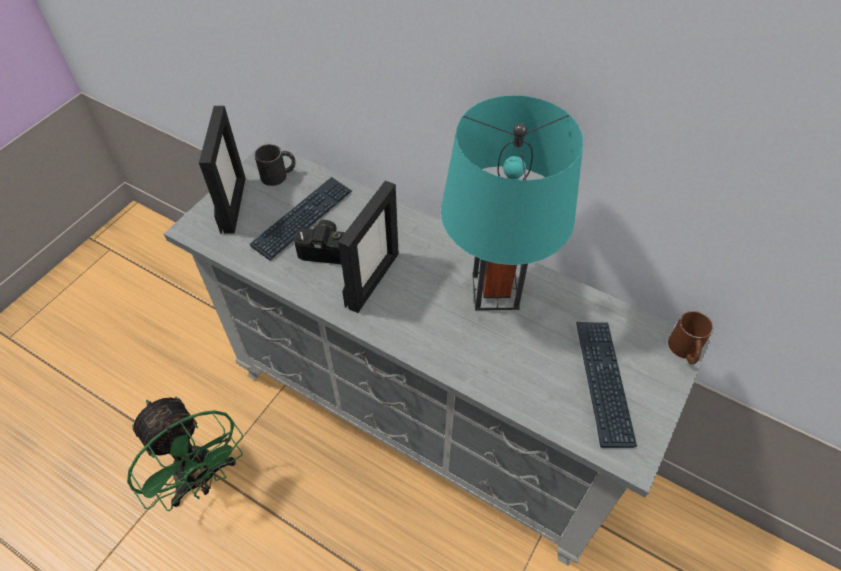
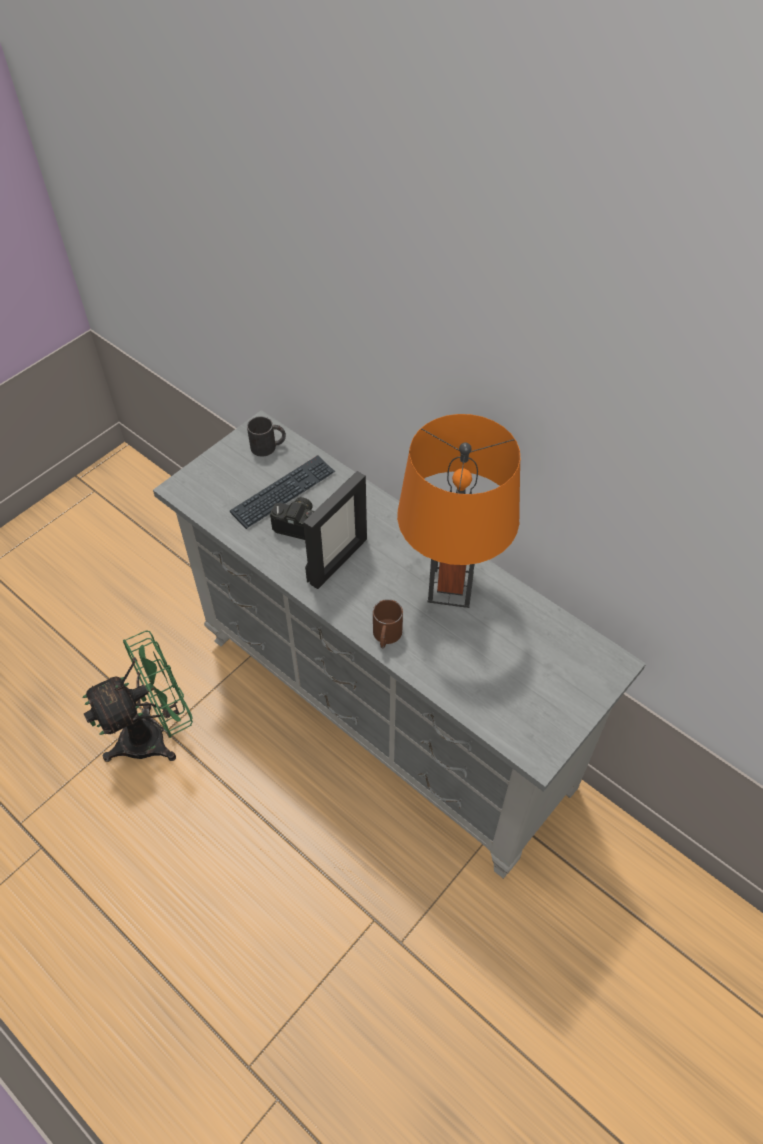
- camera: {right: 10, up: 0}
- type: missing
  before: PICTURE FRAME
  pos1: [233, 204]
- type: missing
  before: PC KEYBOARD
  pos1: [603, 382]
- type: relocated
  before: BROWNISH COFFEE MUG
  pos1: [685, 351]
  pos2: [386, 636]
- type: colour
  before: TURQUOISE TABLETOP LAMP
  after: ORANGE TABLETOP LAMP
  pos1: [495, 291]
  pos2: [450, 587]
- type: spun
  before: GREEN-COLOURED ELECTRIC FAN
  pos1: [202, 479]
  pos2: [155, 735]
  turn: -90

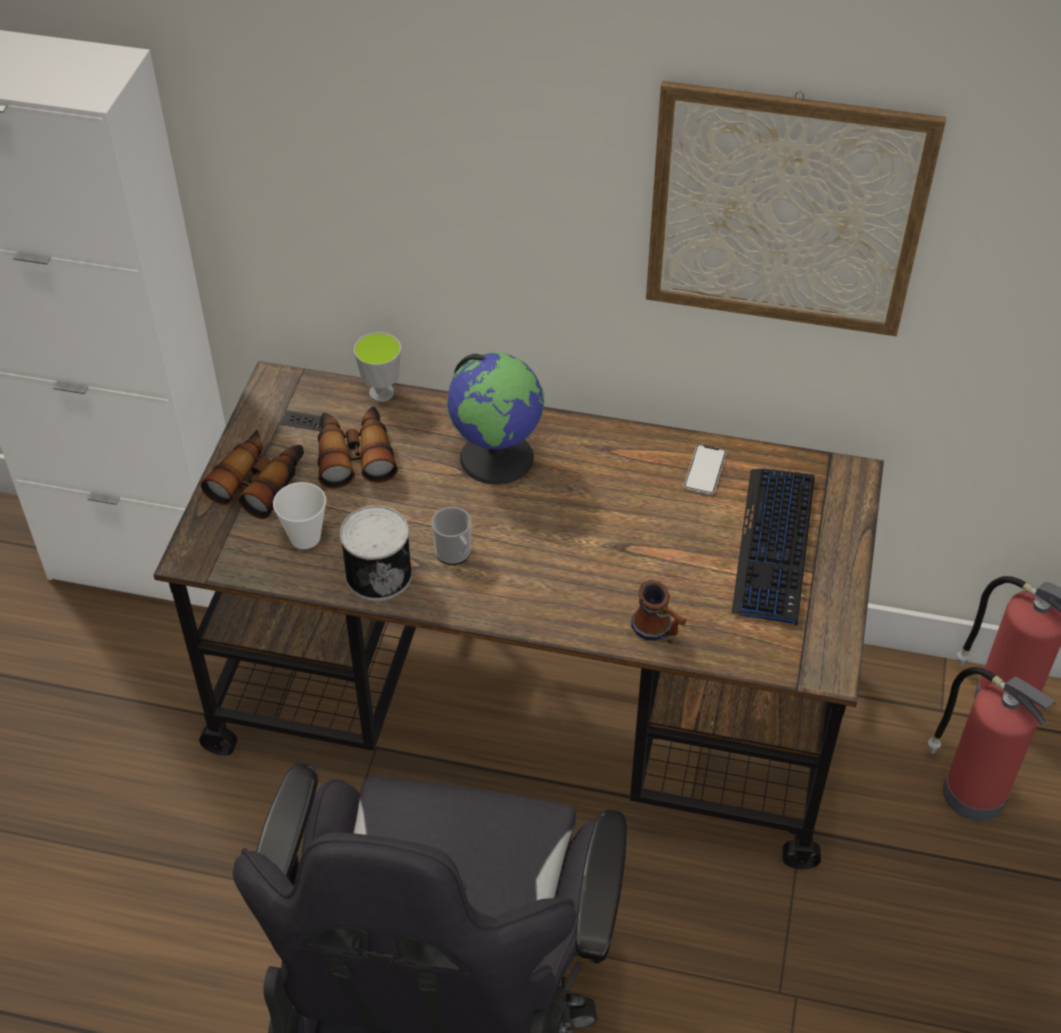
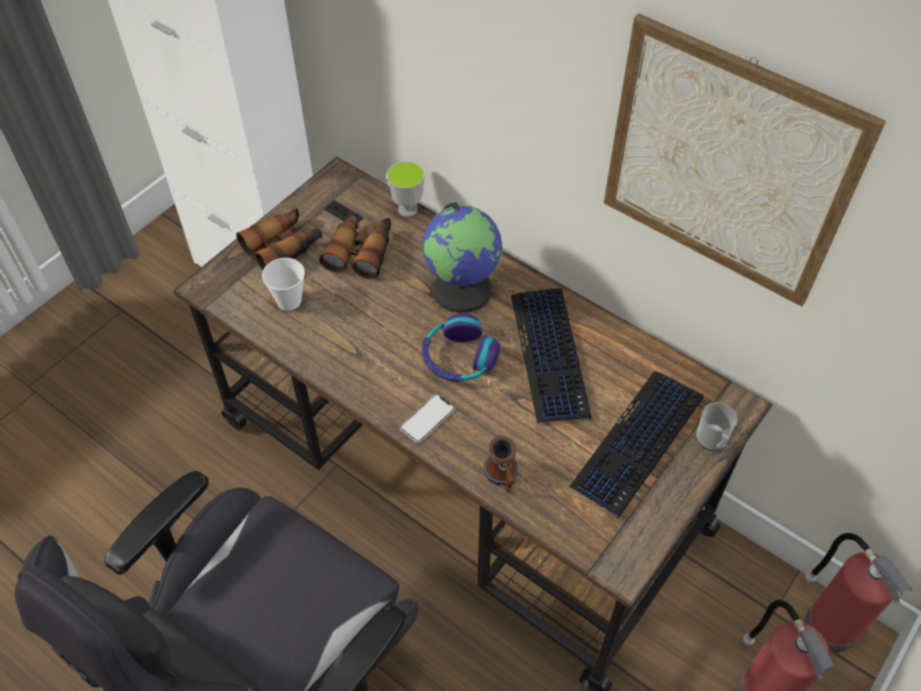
- camera: {right: 25, up: 5}
- type: missing
  before: SEALED CAN
  pos1: [378, 573]
- type: appeared
  after: HEADPHONES
  pos2: [458, 358]
- type: appeared
  after: PC KEYBOARD
  pos2: [550, 355]
- type: relocated
  before: COFFEE MUG
  pos1: [455, 554]
  pos2: [712, 441]
- type: relocated
  before: PHONE
  pos1: [705, 470]
  pos2: [427, 419]

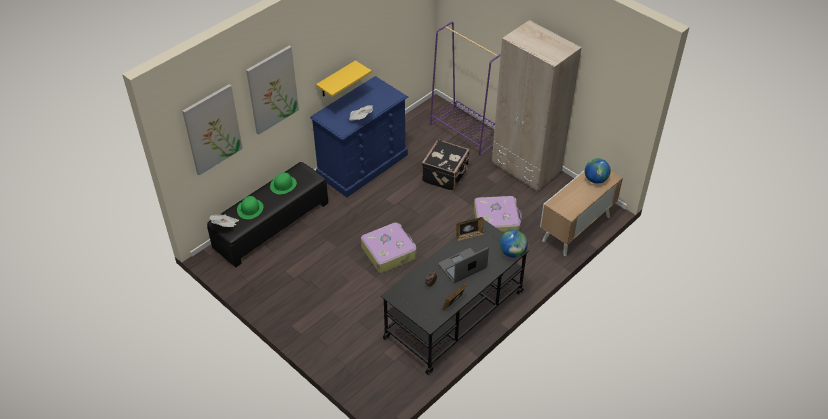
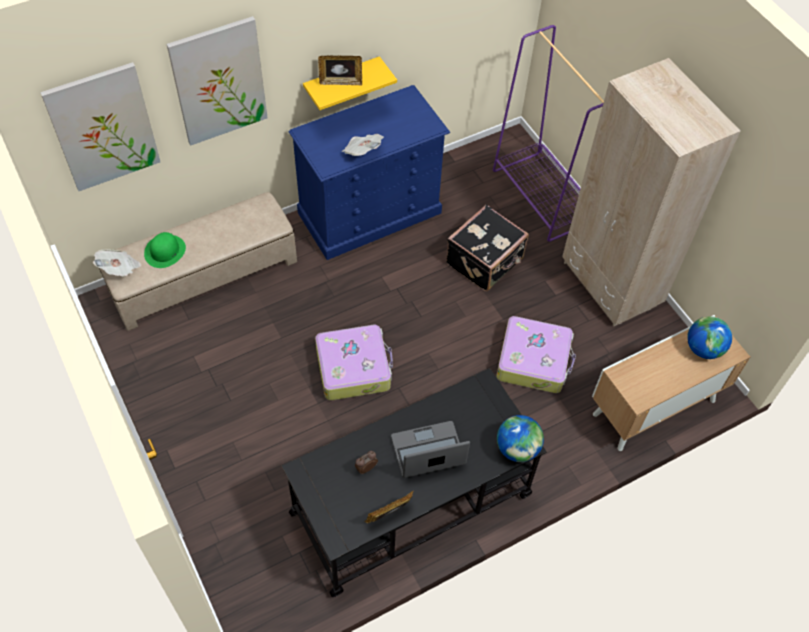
- camera: {right: 15, up: 10}
- type: missing
  before: GREEN-COLOURED HAT
  pos1: [283, 185]
- type: relocated
  before: PICTURE FRAME
  pos1: [469, 236]
  pos2: [340, 82]
- type: colour
  before: BLACK-COLOURED LONG SEAT
  after: SAND-COLOURED LONG SEAT
  pos1: [271, 224]
  pos2: [204, 274]

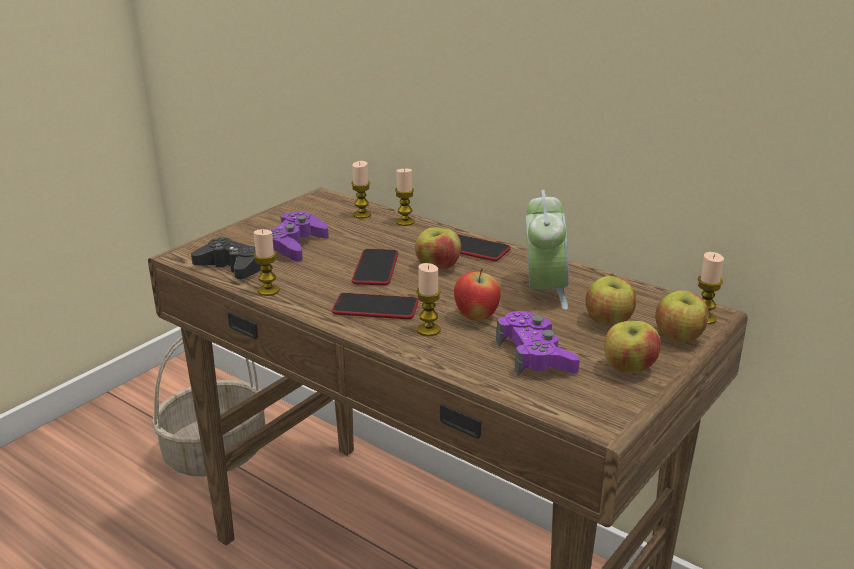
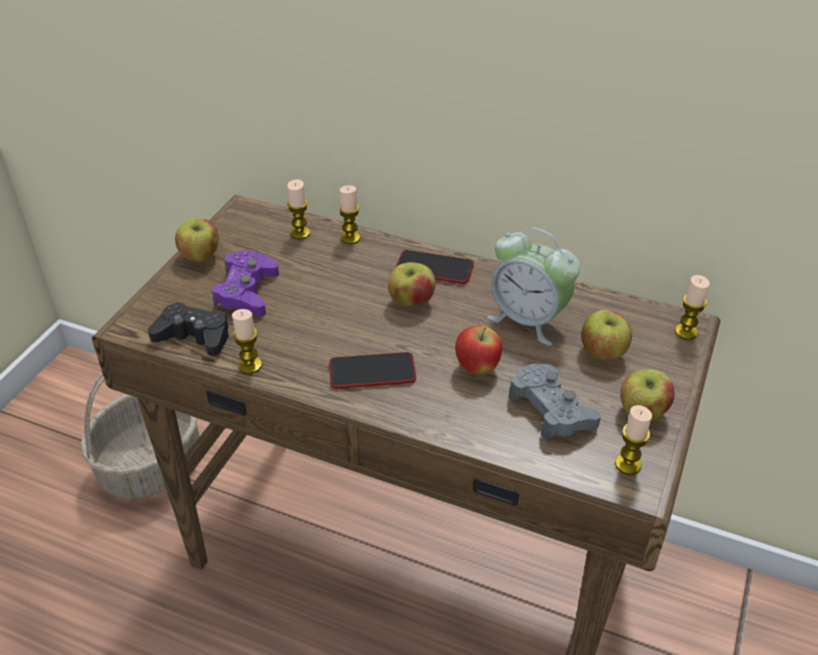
- camera: {right: -15, up: 15}
- type: missing
  before: PHONE
  pos1: [375, 268]
- type: relocated
  before: CANDLE
  pos1: [428, 330]
  pos2: [628, 464]
- type: relocated
  before: APPLE
  pos1: [679, 338]
  pos2: [200, 256]
- type: colour
  before: PURPLE-COLOURED GAME CONTROLLER
  after: GREY GAME CONTROLLER
  pos1: [535, 355]
  pos2: [551, 410]
- type: spun
  before: BEDSIDE CLOCK
  pos1: [544, 292]
  pos2: [528, 320]
  turn: 135

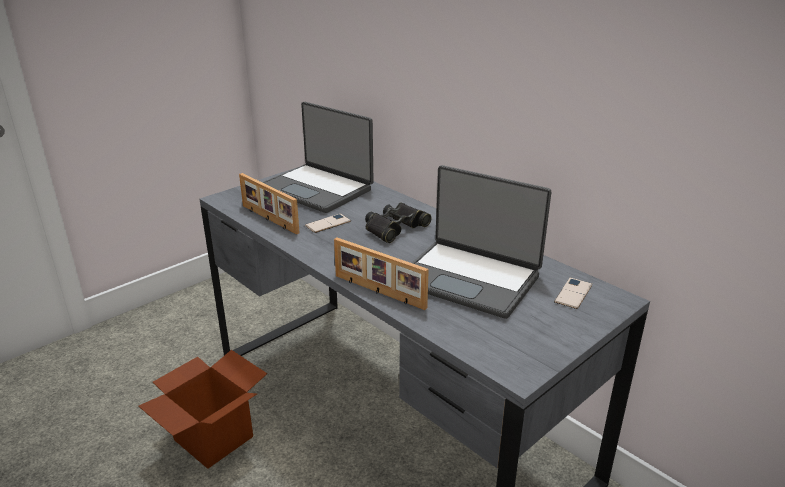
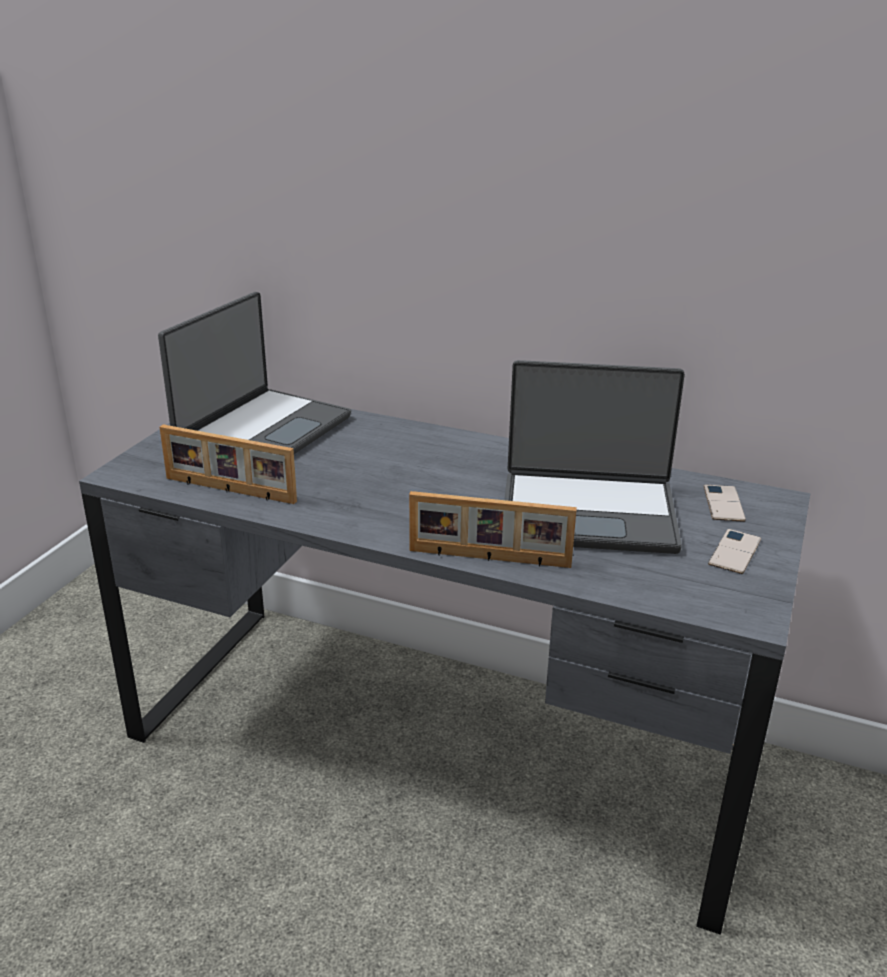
- camera: {right: -25, up: 0}
- type: missing
  before: PACKING BOX
  pos1: [214, 438]
- type: missing
  before: BLACK-COLOURED PAIR OF BINOCULARS
  pos1: [395, 228]
- type: relocated
  before: PHONE
  pos1: [328, 223]
  pos2: [734, 552]
- type: spun
  before: PORTABLE COMPUTER
  pos1: [318, 189]
  pos2: [262, 431]
  turn: -75

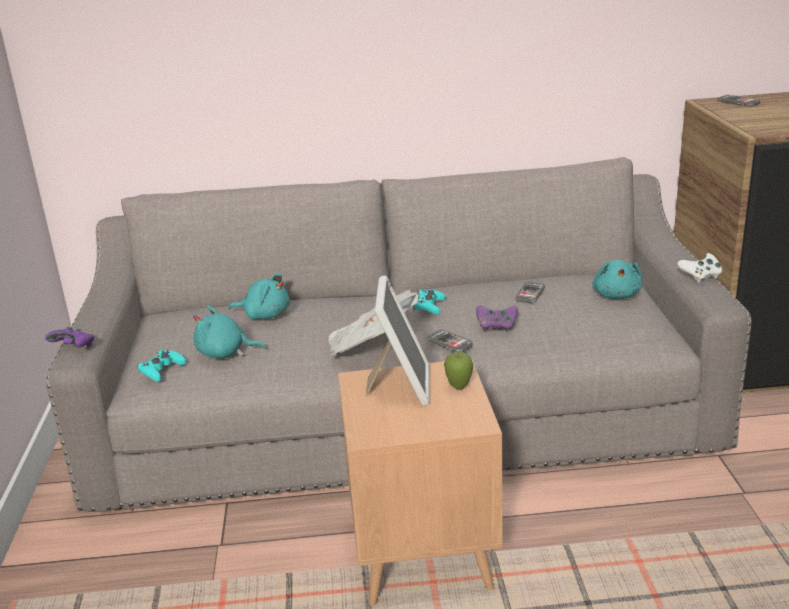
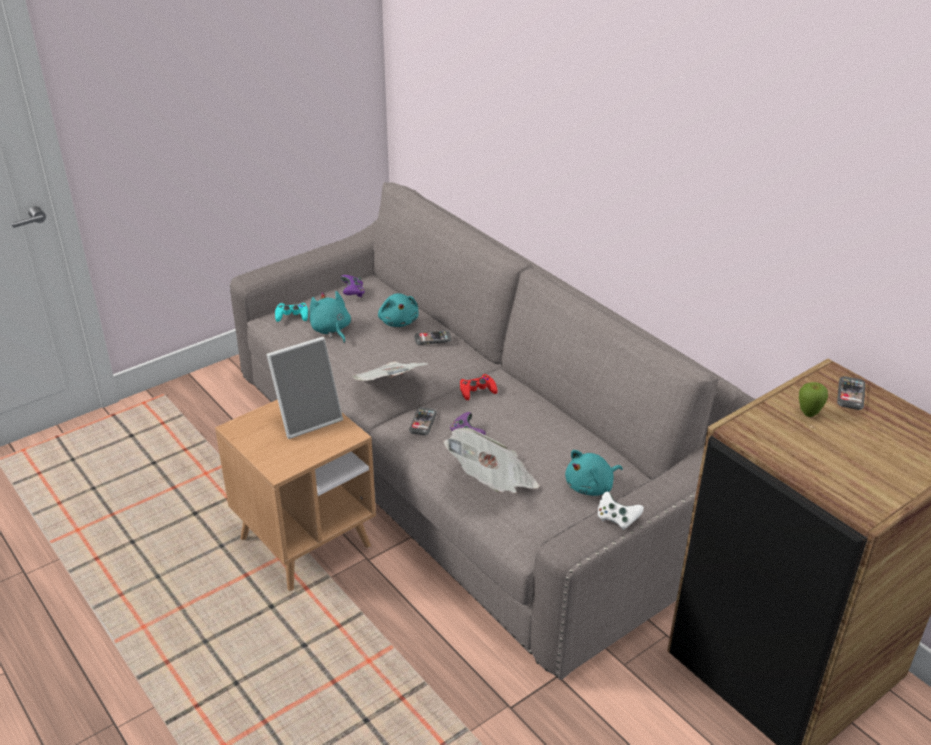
- camera: {right: 55, up: 10}
- type: appeared
  after: NEWSPAPER
  pos2: [492, 481]
- type: relocated
  before: PURPLE-COLOURED GAME CONTROLLER
  pos1: [74, 348]
  pos2: [353, 293]
- type: relocated
  before: APPLE
  pos1: [459, 387]
  pos2: [808, 414]
- type: relocated
  before: PHONE
  pos1: [530, 294]
  pos2: [432, 339]
- type: colour
  before: TURQUOISE GAME CONTROLLER
  after: REDDISH GAME CONTROLLER
  pos1: [429, 306]
  pos2: [477, 390]

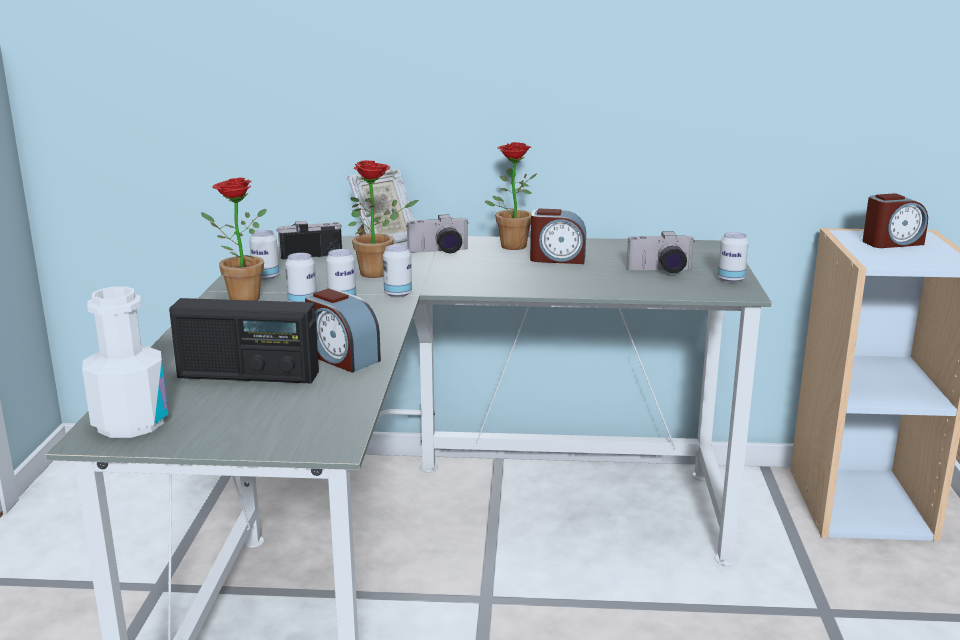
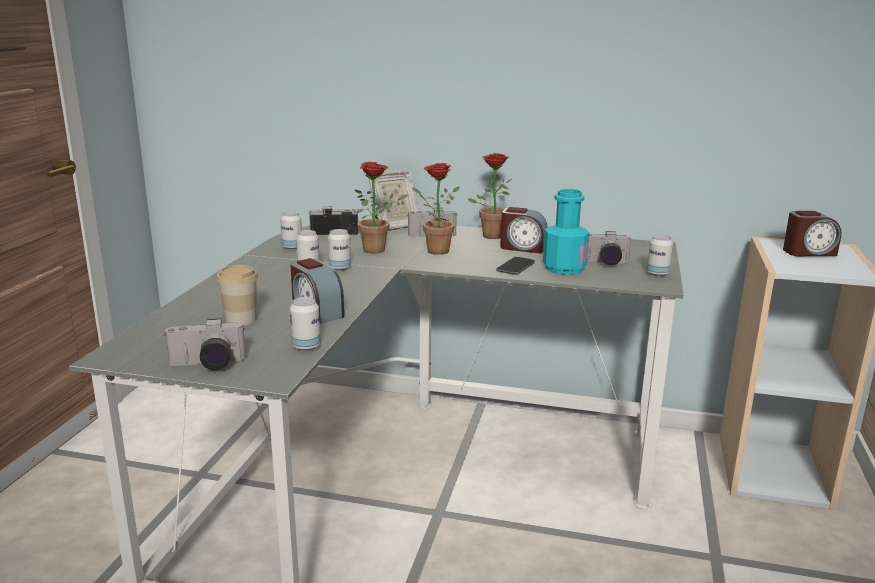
- camera: {right: 10, up: 0}
- type: missing
  before: WHITISH BOTTLE
  pos1: [130, 423]
- type: appeared
  after: PHOTO CAMERA
  pos2: [207, 365]
- type: appeared
  after: PHONE
  pos2: [515, 267]
- type: appeared
  after: TURQUOISE BOTTLE
  pos2: [564, 268]
- type: relocated
  before: PLANT IN A POT
  pos1: [238, 298]
  pos2: [433, 250]
- type: relocated
  before: SEALED CAN
  pos1: [398, 294]
  pos2: [306, 347]
- type: exchanged
  before: RADIO SET
  after: CUP
  pos1: [248, 375]
  pos2: [241, 320]

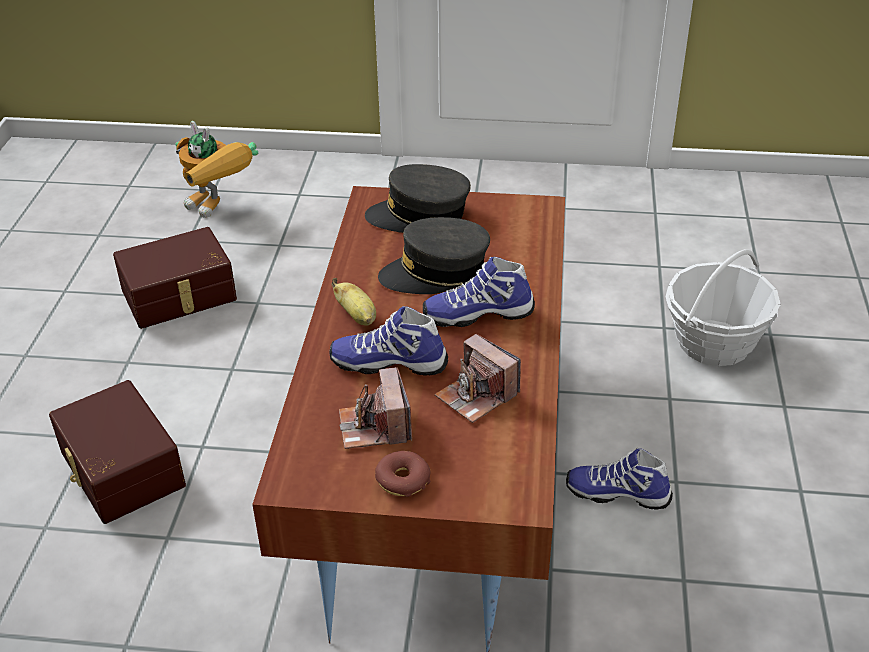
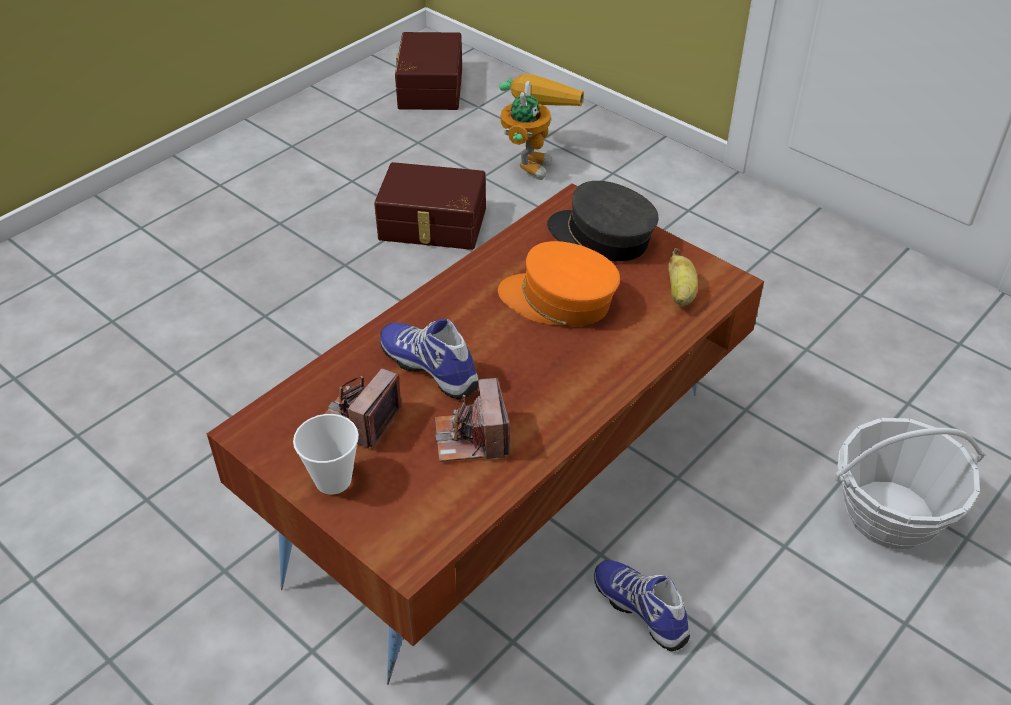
- camera: {right: 35, up: 5}
- type: missing
  before: LOW SHOE
  pos1: [478, 313]
- type: relocated
  before: BROWNISH STORAGE BOX
  pos1: [119, 470]
  pos2: [428, 87]
- type: relocated
  before: BANANA
  pos1: [357, 316]
  pos2: [680, 293]
- type: exchanged
  before: DOUGHNUT
  after: CUP
  pos1: [402, 480]
  pos2: [333, 480]
- type: colour
  before: GREY PEAKED CAP
  after: ORANGE PEAKED CAP
  pos1: [435, 272]
  pos2: [558, 301]
- type: spun
  before: TOY ROBOT
  pos1: [219, 209]
  pos2: [532, 159]
  turn: -150

